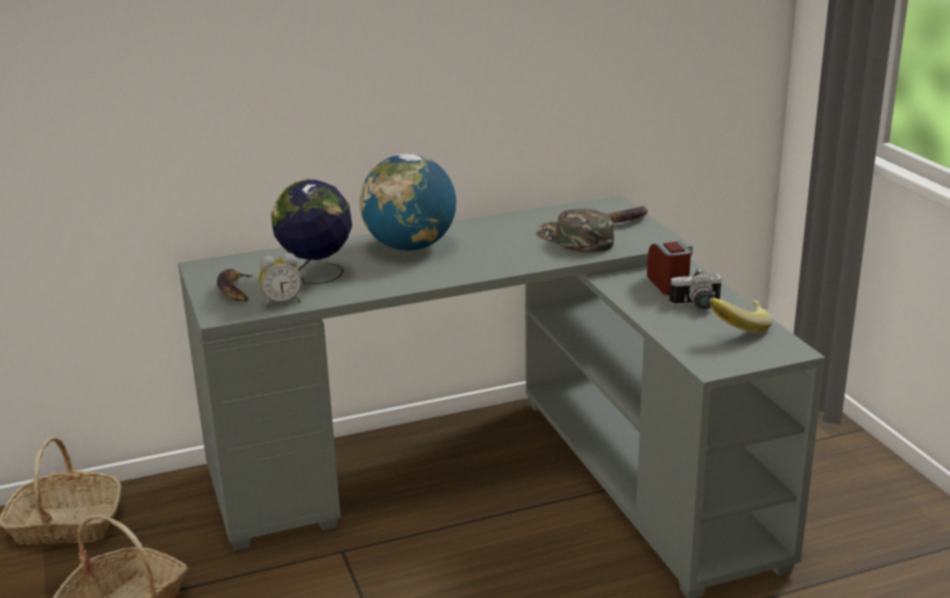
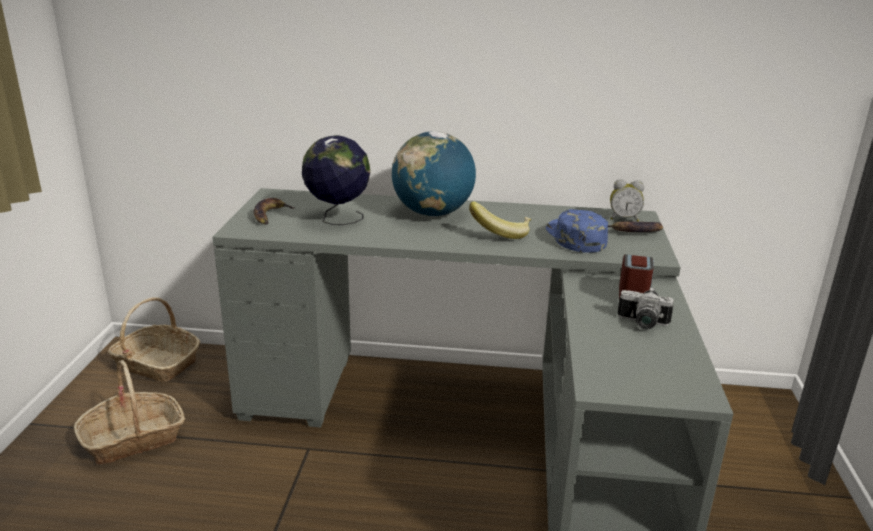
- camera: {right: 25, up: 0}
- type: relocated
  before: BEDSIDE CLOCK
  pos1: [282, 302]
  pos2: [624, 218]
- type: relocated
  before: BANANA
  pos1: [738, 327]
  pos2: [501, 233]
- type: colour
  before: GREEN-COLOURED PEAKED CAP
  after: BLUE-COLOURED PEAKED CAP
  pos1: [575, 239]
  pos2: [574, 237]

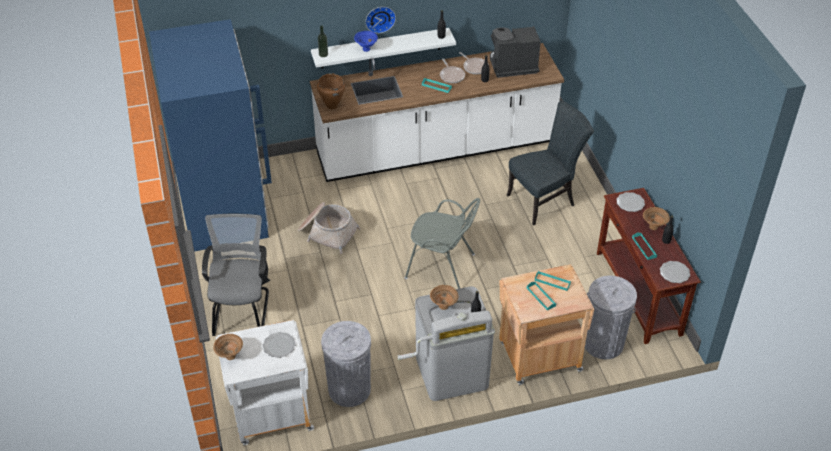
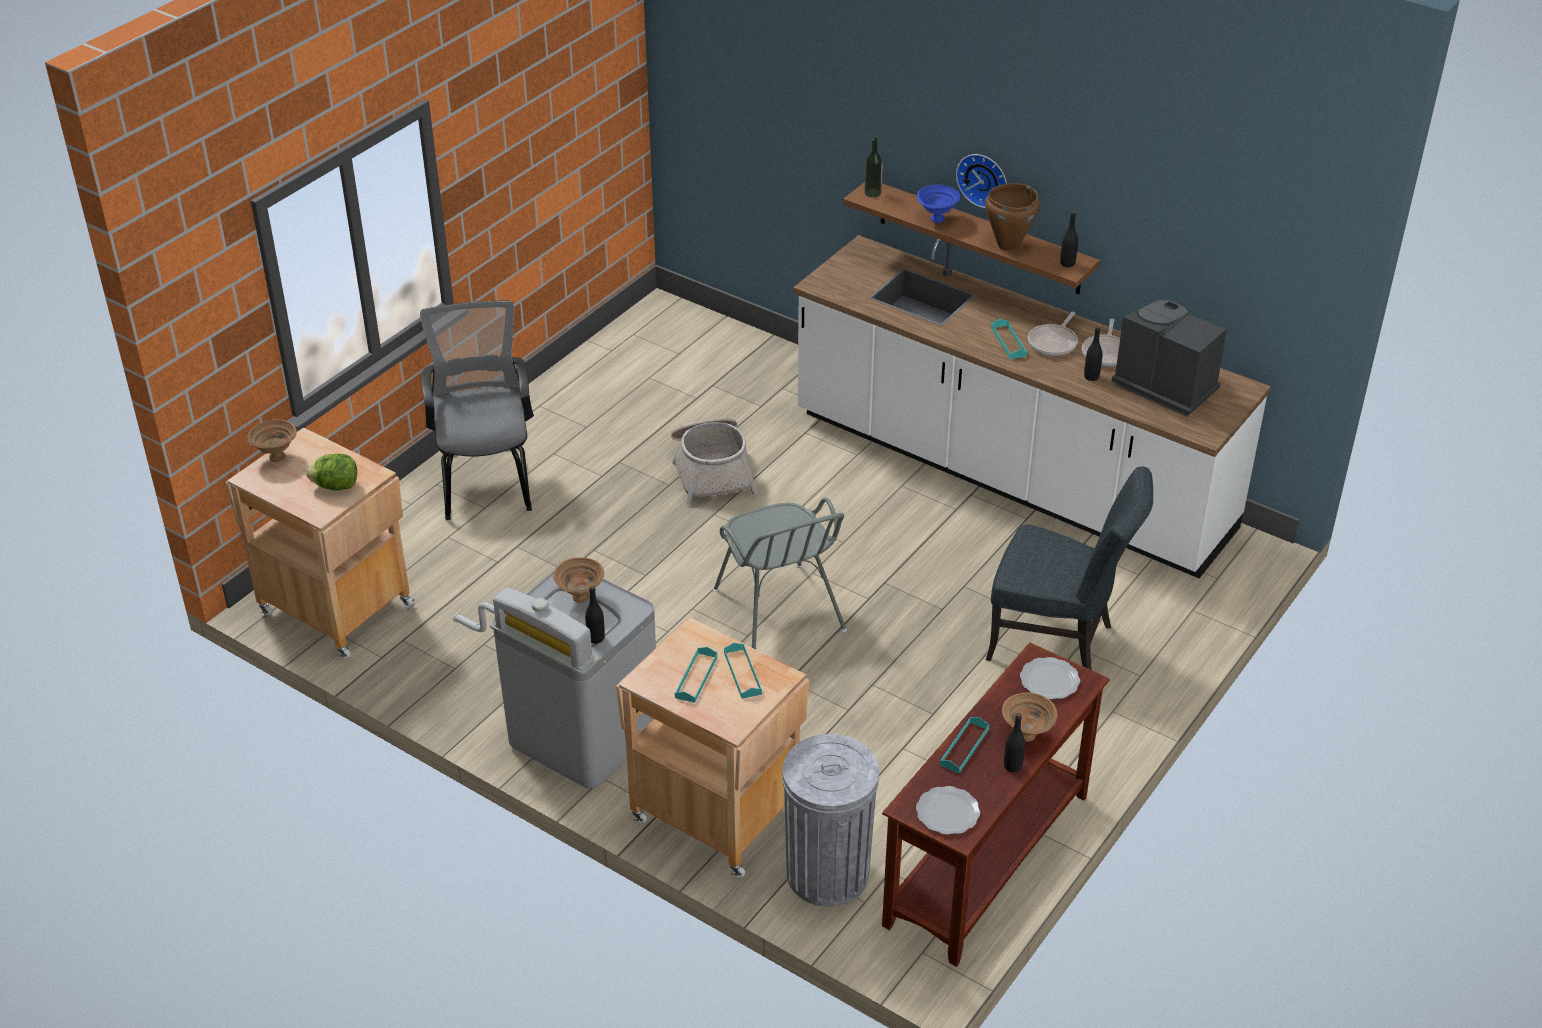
- camera: {right: 50, up: -5}
- type: missing
  before: BLUE-COLOURED FRIDGE
  pos1: [223, 207]
- type: missing
  before: GREY TRASH CAN
  pos1: [349, 389]
- type: relocated
  before: BROWNISH STOCKPOT
  pos1: [332, 106]
  pos2: [1007, 245]
- type: exchanged
  before: PLATE
  after: HEAD OF LETTUCE
  pos1: [279, 346]
  pos2: [336, 486]
- type: colour
  before: WHITISH WHEELED CART
  after: BROWNISH WHEELED CART
  pos1: [270, 415]
  pos2: [335, 608]
- type: colour
  before: WHITISH SHELF
  after: BROWNISH SHELF
  pos1: [380, 48]
  pos2: [979, 237]
- type: spun
  before: PLAIN CHAIR
  pos1: [242, 310]
  pos2: [486, 480]
  turn: -60

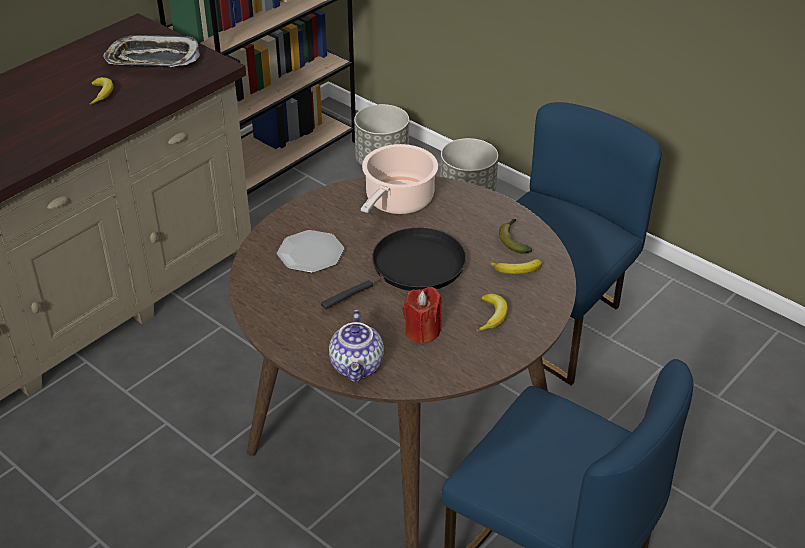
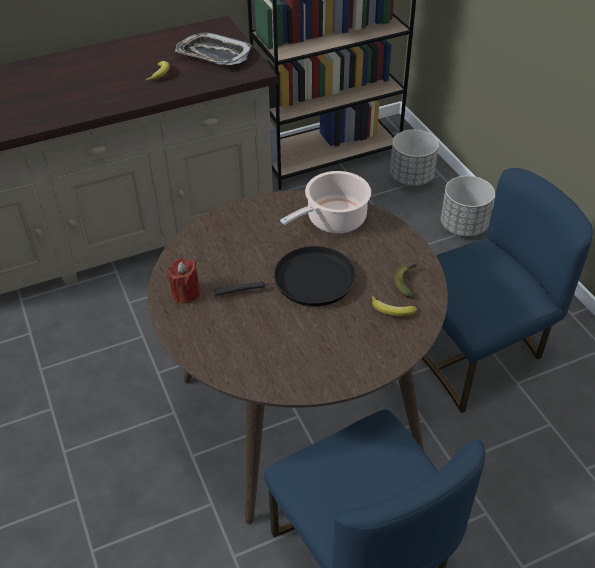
- camera: {right: 25, up: 5}
- type: missing
  before: PLATE
  pos1: [310, 254]
- type: missing
  before: TEA POT
  pos1: [358, 366]
- type: missing
  before: BANANA
  pos1: [492, 316]
- type: relocated
  before: REDDISH CANDLE
  pos1: [422, 331]
  pos2: [186, 293]

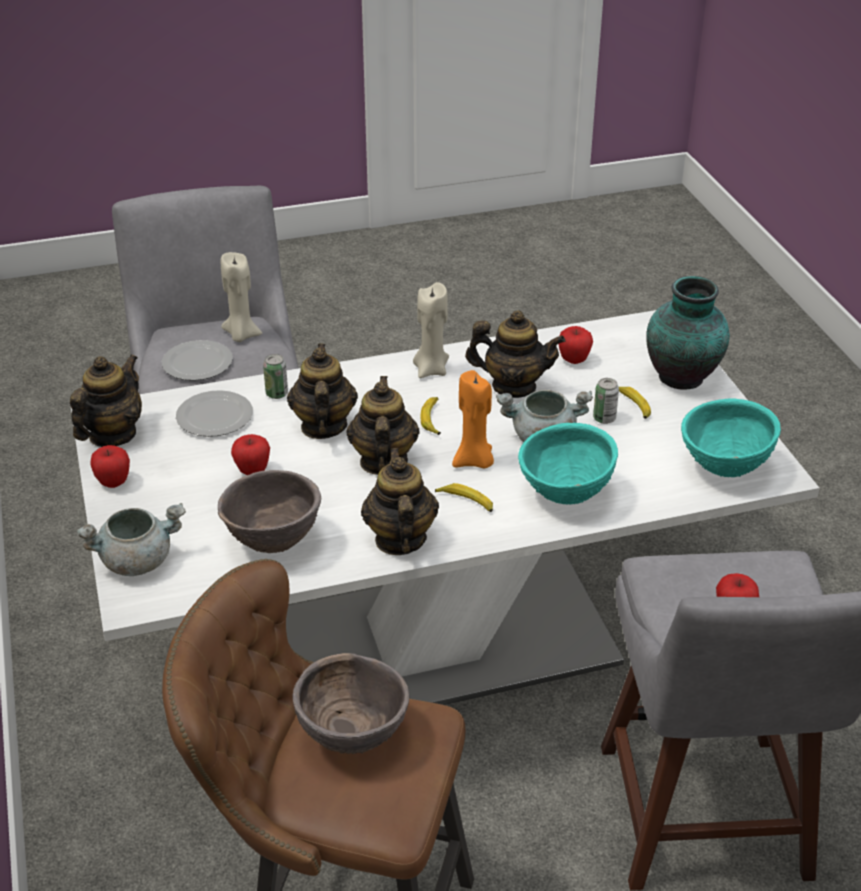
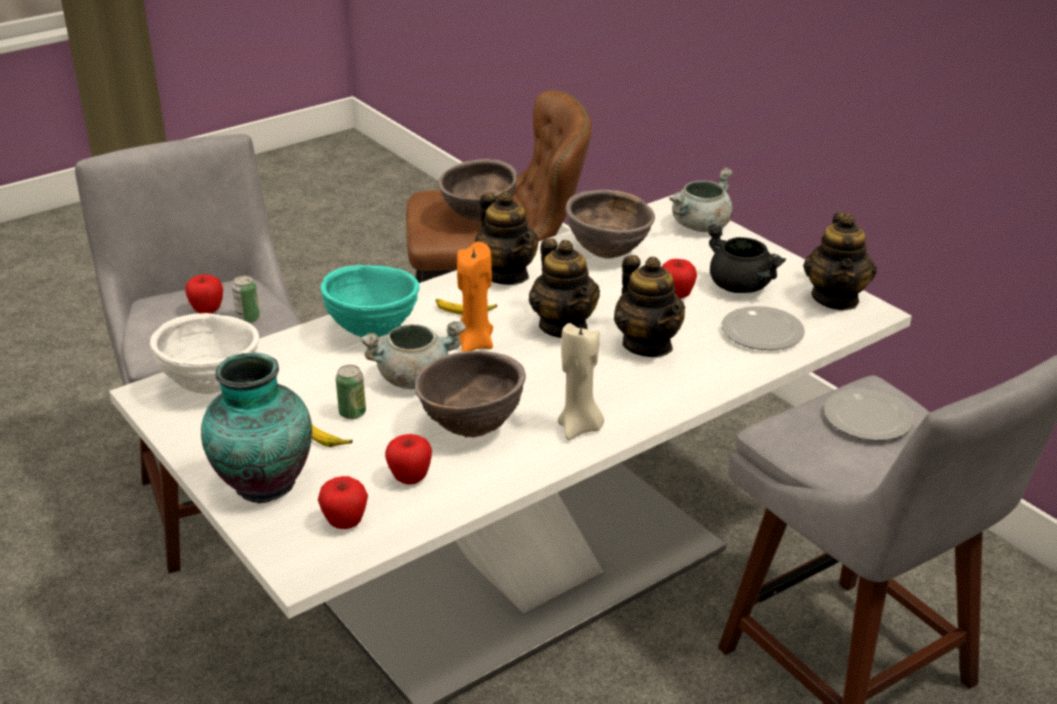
- camera: {right: 160, up: -5}
- type: missing
  before: SAND-COLOURED CANDLE
  pos1: [241, 335]
- type: missing
  before: BANANA
  pos1: [432, 419]
- type: appeared
  after: BLACK-COLOURED STOCKPOT
  pos2: [742, 287]
- type: relocated
  before: APPLE
  pos1: [113, 482]
  pos2: [345, 523]
- type: relocated
  before: SEALED CAN
  pos1: [277, 394]
  pos2: [248, 318]
- type: exchanged
  before: TEA POT
  after: BROWNISH DEEP DISH
  pos1: [513, 386]
  pos2: [471, 428]
- type: colour
  before: TURQUOISE DEEP DISH
  after: WHITISH DEEP DISH
  pos1: [724, 469]
  pos2: [212, 387]

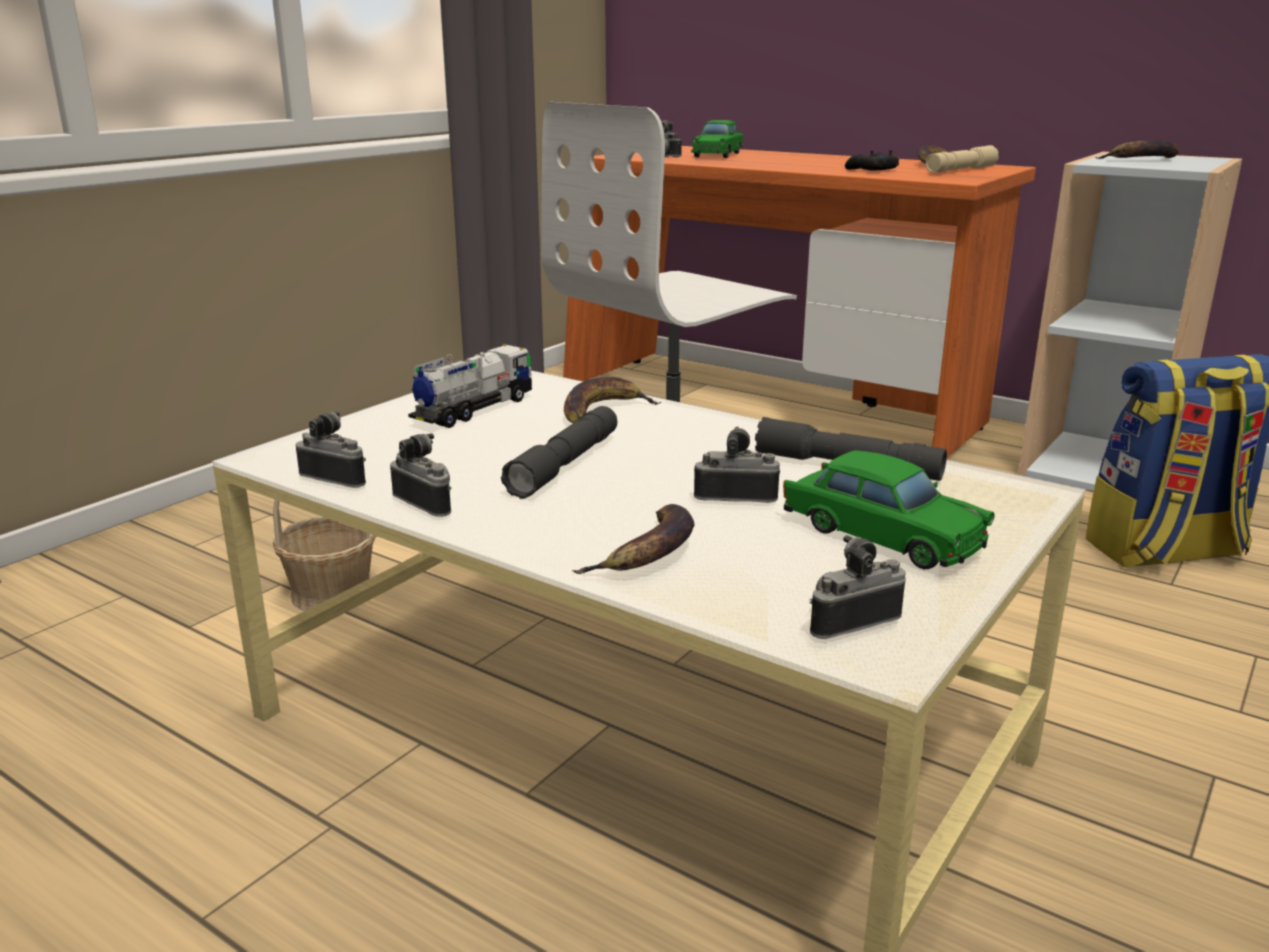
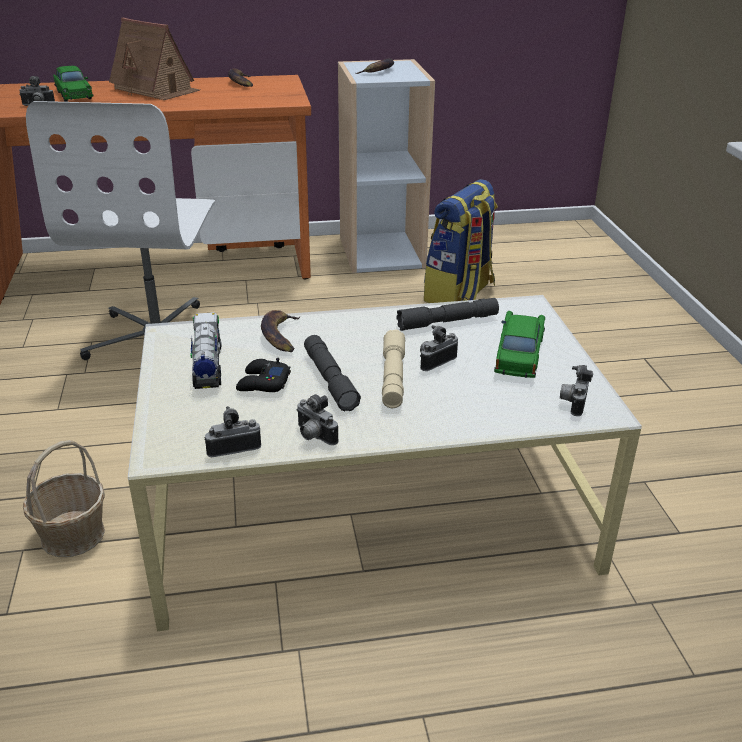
- camera: {right: -45, up: 10}
- type: missing
  before: BANANA
  pos1: [648, 552]
- type: appeared
  after: MINIATURE HOUSE
  pos2: [156, 89]
- type: relocated
  before: BLACK-COLOURED GAME CONTROLLER
  pos1: [871, 170]
  pos2: [263, 383]
- type: relocated
  before: SAND-COLOURED FLASHLIGHT
  pos1: [960, 170]
  pos2: [393, 377]
- type: spun
  before: PHOTO CAMERA
  pos1: [429, 503]
  pos2: [313, 436]
  turn: -135
- type: spun
  before: GREEN-COLOURED MODEL CAR
  pos1: [881, 535]
  pos2: [518, 354]
  turn: -75

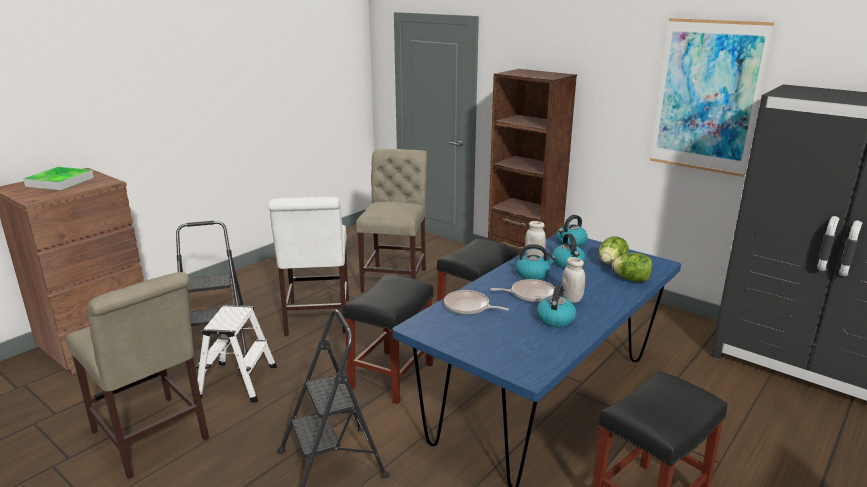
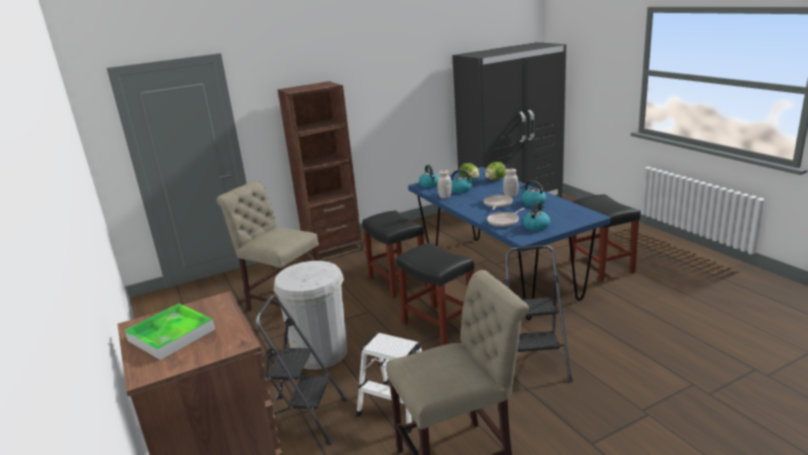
- camera: {right: -65, up: 0}
- type: missing
  before: WALL ART
  pos1: [707, 97]
- type: relocated
  before: WATER KETTLE
  pos1: [533, 274]
  pos2: [536, 226]
- type: exchanged
  before: WHITISH PLAIN CHAIR
  after: WHITISH TRASH CAN
  pos1: [317, 319]
  pos2: [320, 352]

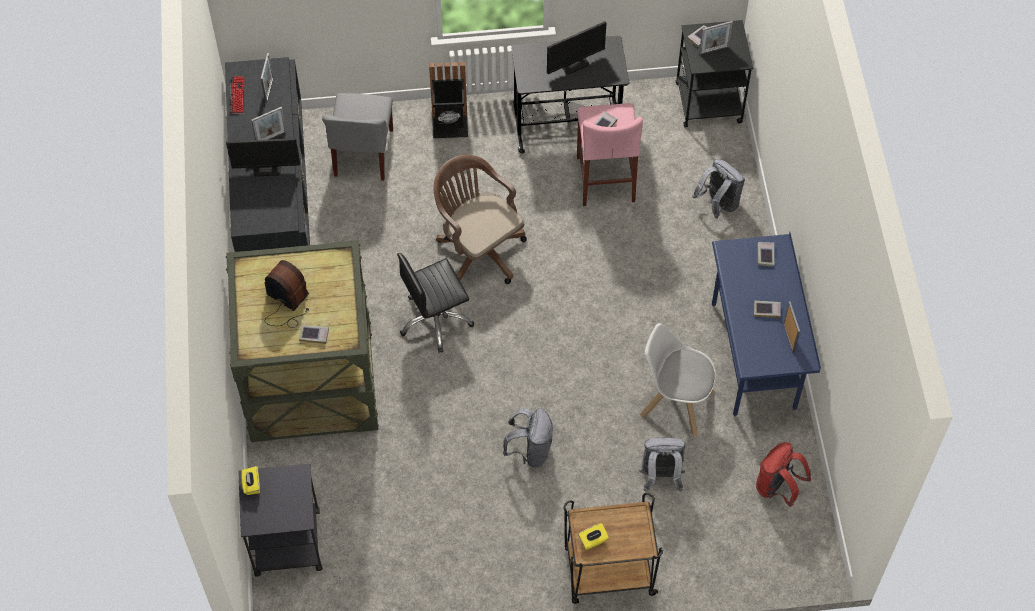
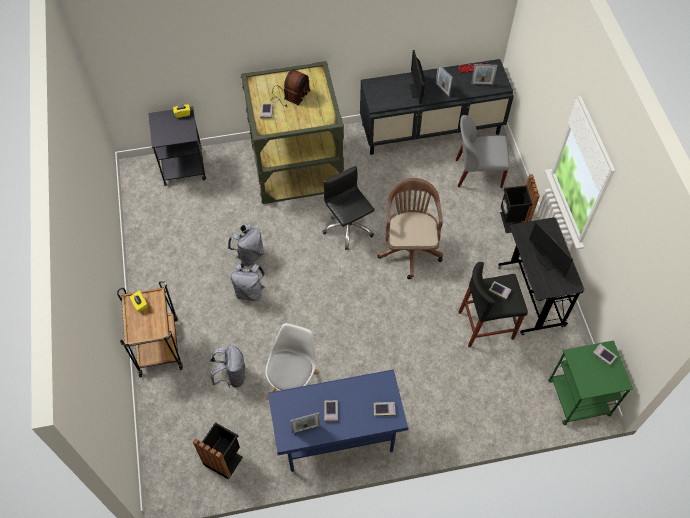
- camera: {right: 85, up: 0}
- type: missing
  before: PICTURE FRAME
  pos1: [714, 50]
- type: relocated
  before: GREY BACKPACK
  pos1: [718, 204]
  pos2: [249, 255]
- type: exchanged
  before: REDDISH BACKPACK
  after: BLACK-COLOURED TRASH CAN
  pos1: [777, 488]
  pos2: [224, 459]
- type: colour
  before: PINK-COLOURED STOOL
  after: BLACK-COLOURED STOOL
  pos1: [605, 179]
  pos2: [486, 325]
- type: colour
  before: BLACK-COLOURED WHEELED CART
  after: GREEN-COLOURED WHEELED CART
  pos1: [709, 102]
  pos2: [579, 399]
- type: spun
  before: BROWNISH DESK CHAIR
  pos1: [478, 249]
  pos2: [409, 247]
  turn: -45

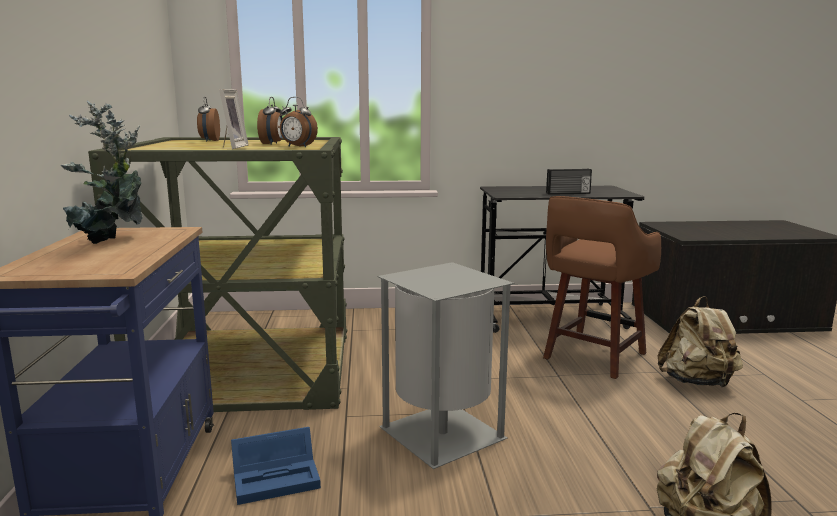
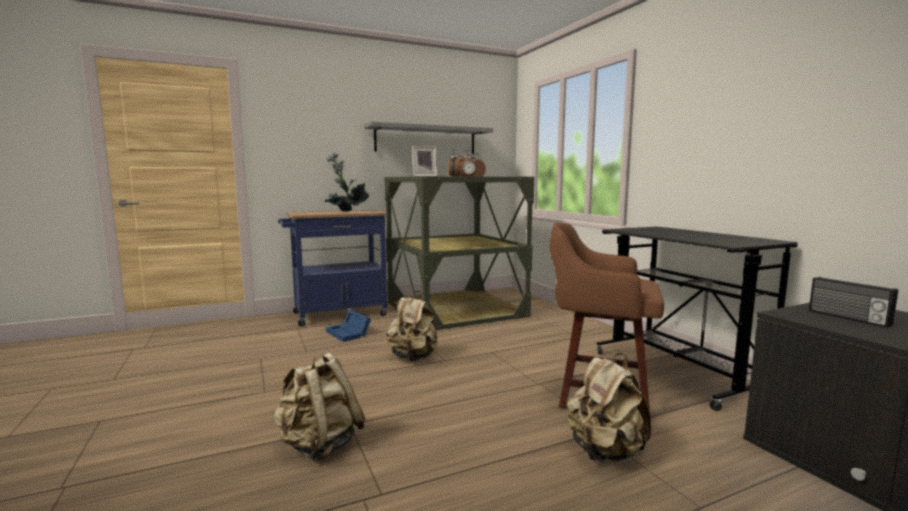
- camera: {right: 70, up: -5}
- type: appeared
  after: GREY SHELF
  pos2: [426, 140]
- type: relocated
  before: RADIO SET
  pos1: [568, 193]
  pos2: [847, 318]
- type: exchanged
  before: GREY TRASH CAN
  after: SAND-COLOURED BACKPACK
  pos1: [442, 432]
  pos2: [413, 357]

